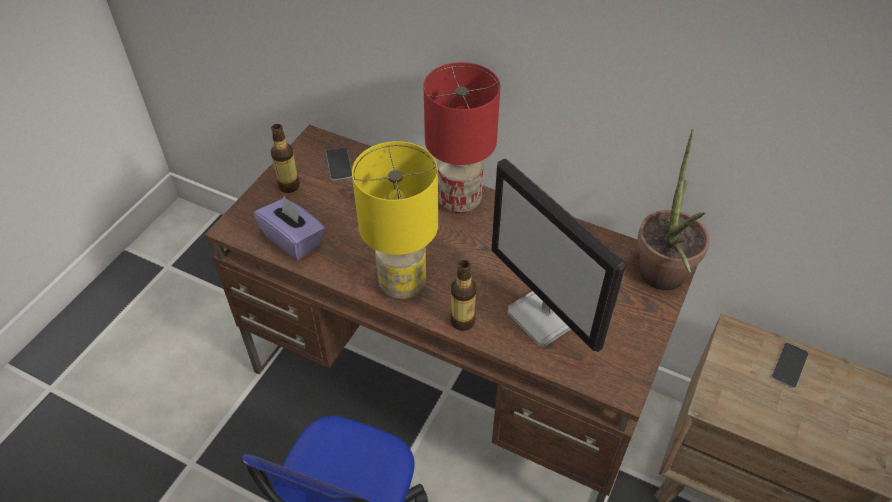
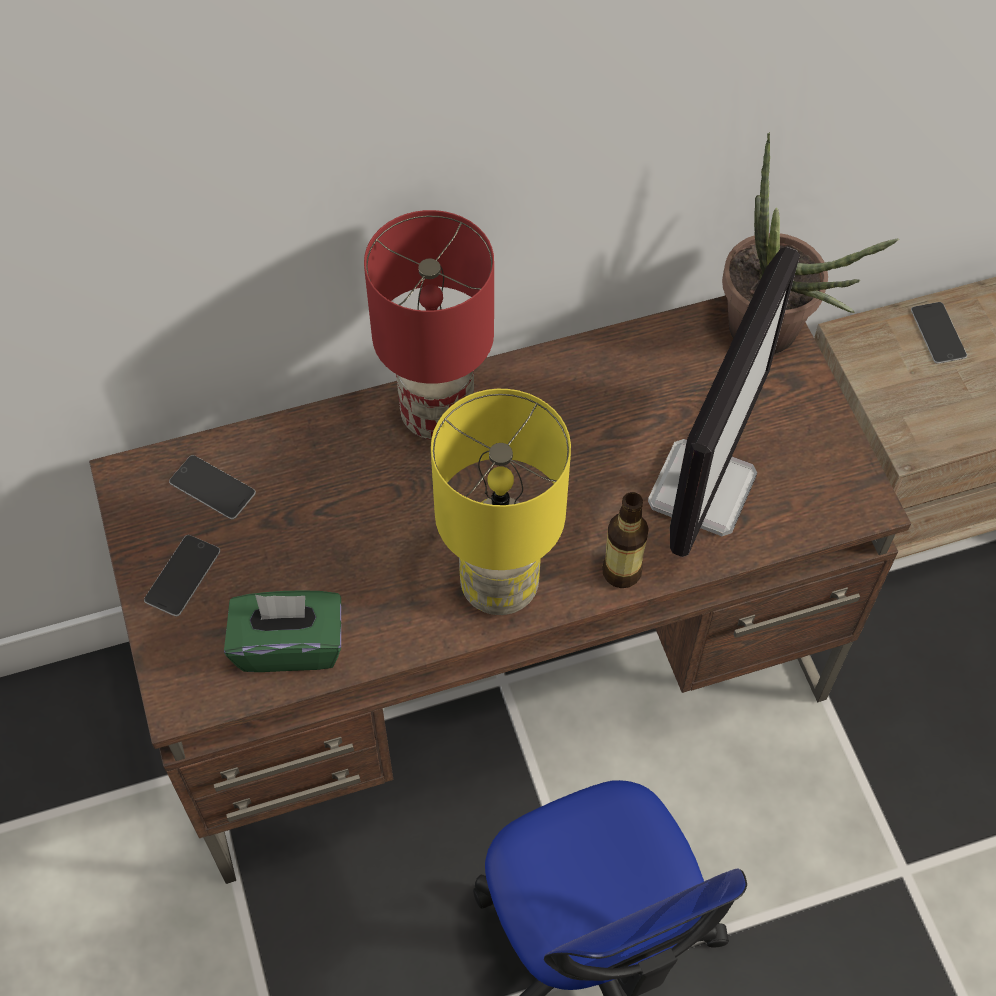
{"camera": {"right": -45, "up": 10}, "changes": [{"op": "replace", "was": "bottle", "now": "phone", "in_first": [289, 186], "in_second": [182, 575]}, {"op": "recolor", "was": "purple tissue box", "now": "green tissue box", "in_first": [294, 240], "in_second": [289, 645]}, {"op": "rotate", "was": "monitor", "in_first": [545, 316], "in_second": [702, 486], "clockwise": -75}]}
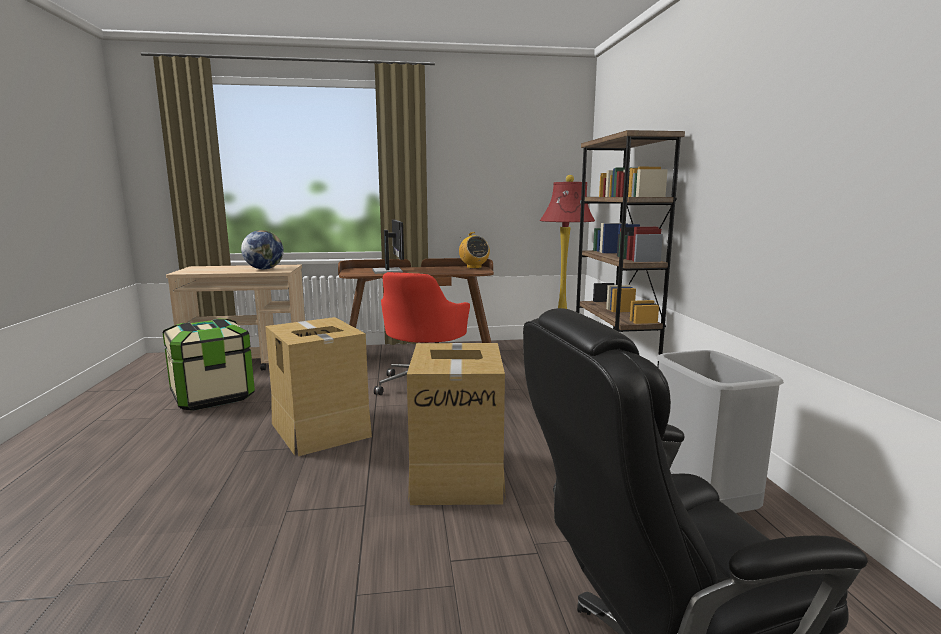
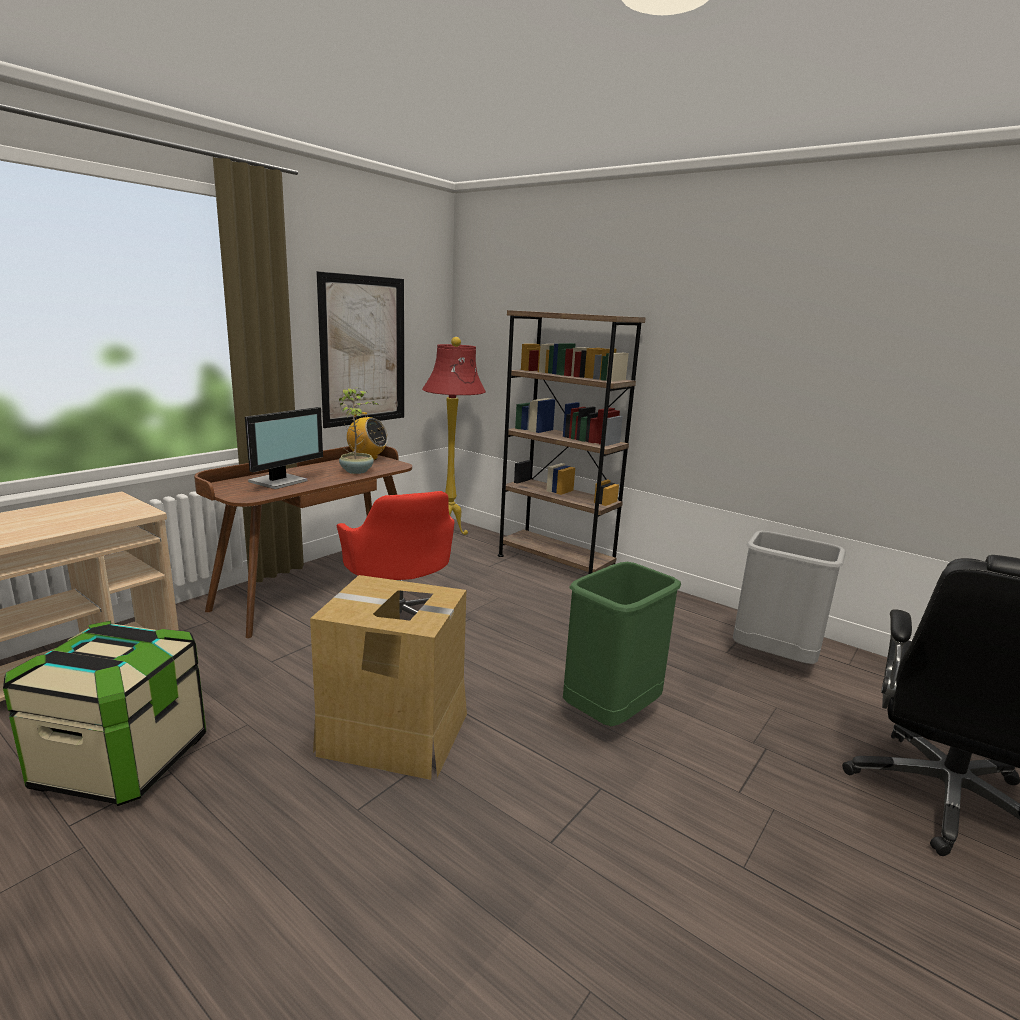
{"camera": {"right": -45, "up": 5}, "changes": [{"op": "delete", "was": "globe", "in_first": [264, 269]}, {"op": "insert", "now": "picture", "in_second": [364, 351]}, {"op": "insert", "now": "potted plant", "in_second": [357, 471]}, {"op": "replace", "was": "cardboard box", "now": "green trash can", "in_first": [458, 474], "in_second": [610, 713]}, {"op": "rotate", "was": "monitor", "in_first": [389, 271], "in_second": [280, 481], "clockwise": 90}]}
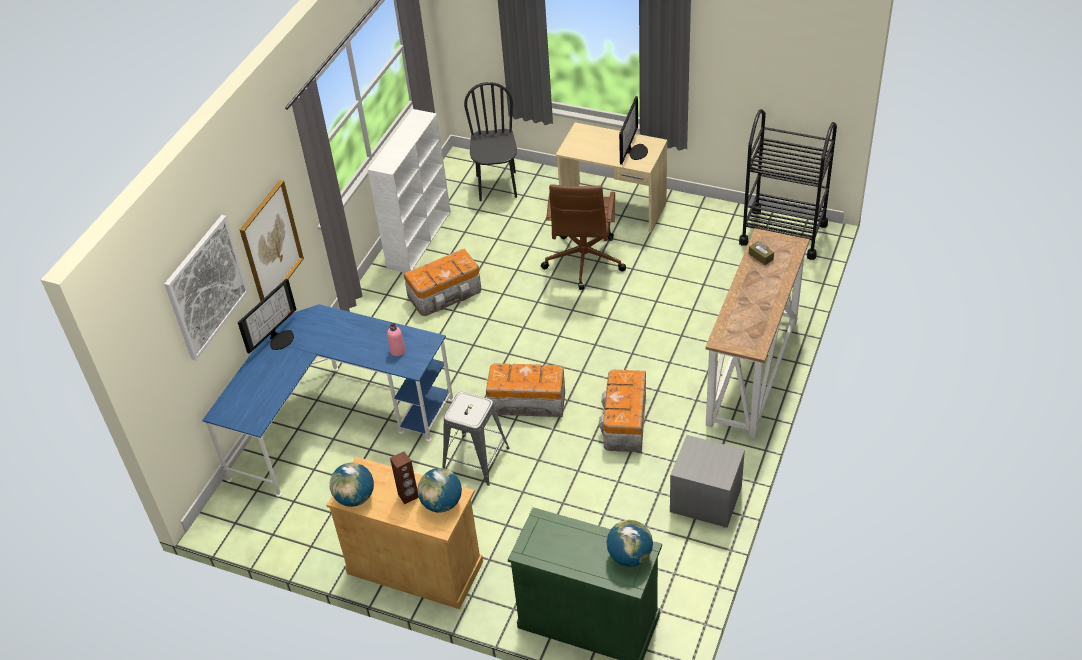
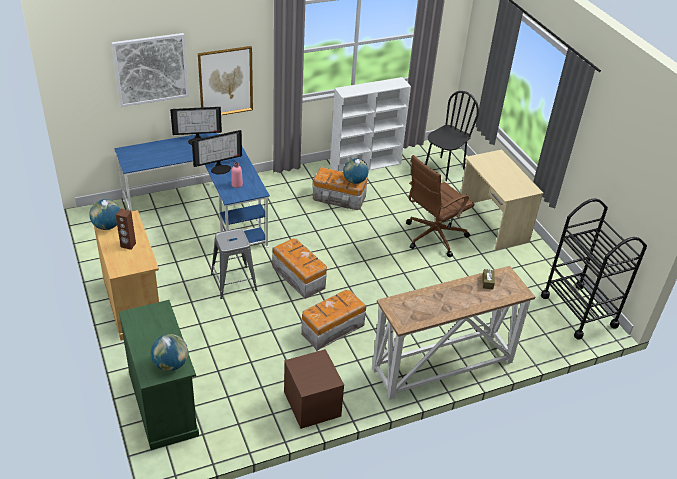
{"camera": {"right": 40, "up": -5}, "changes": [{"op": "move", "was": "globe", "in_first": [442, 503], "in_second": [354, 181]}, {"op": "move", "was": "monitor", "in_first": [635, 151], "in_second": [220, 168]}, {"op": "recolor", "was": "grey nightstand", "now": "brown nightstand", "in_first": [706, 500], "in_second": [312, 405]}]}
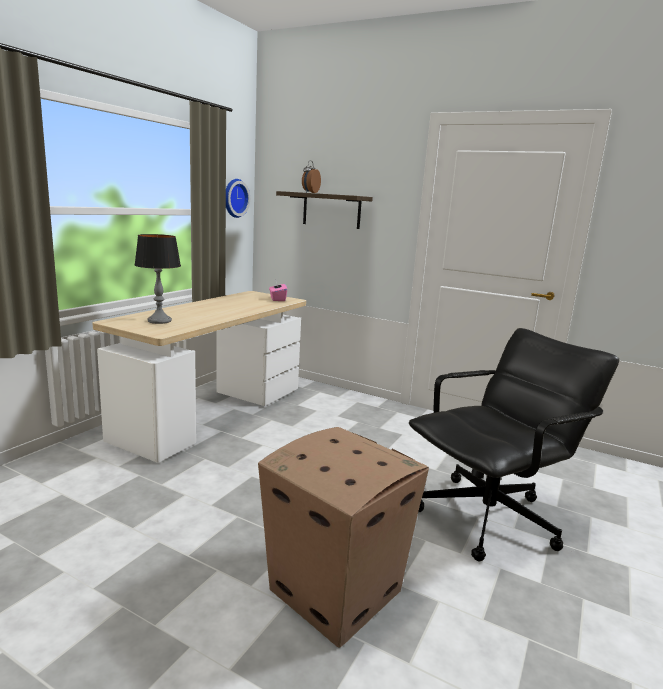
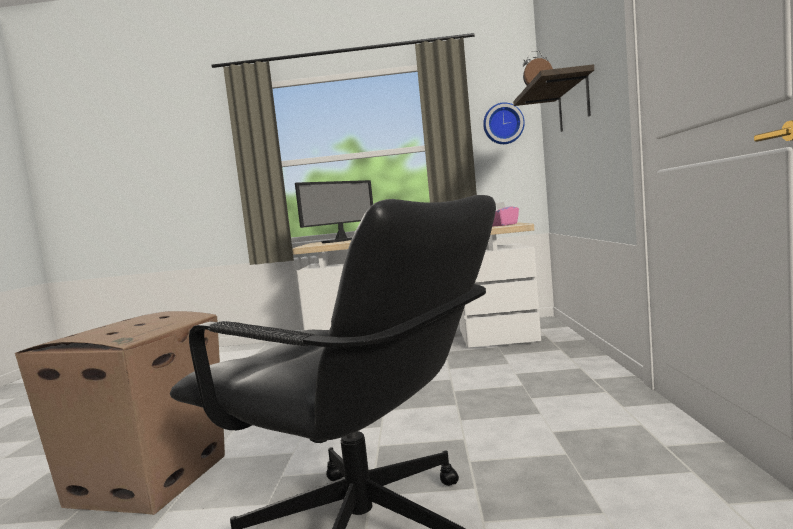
{"camera": {"right": 65, "up": -10}, "changes": [{"op": "replace", "was": "table lamp", "now": "monitor", "in_first": [159, 321], "in_second": [341, 241]}]}
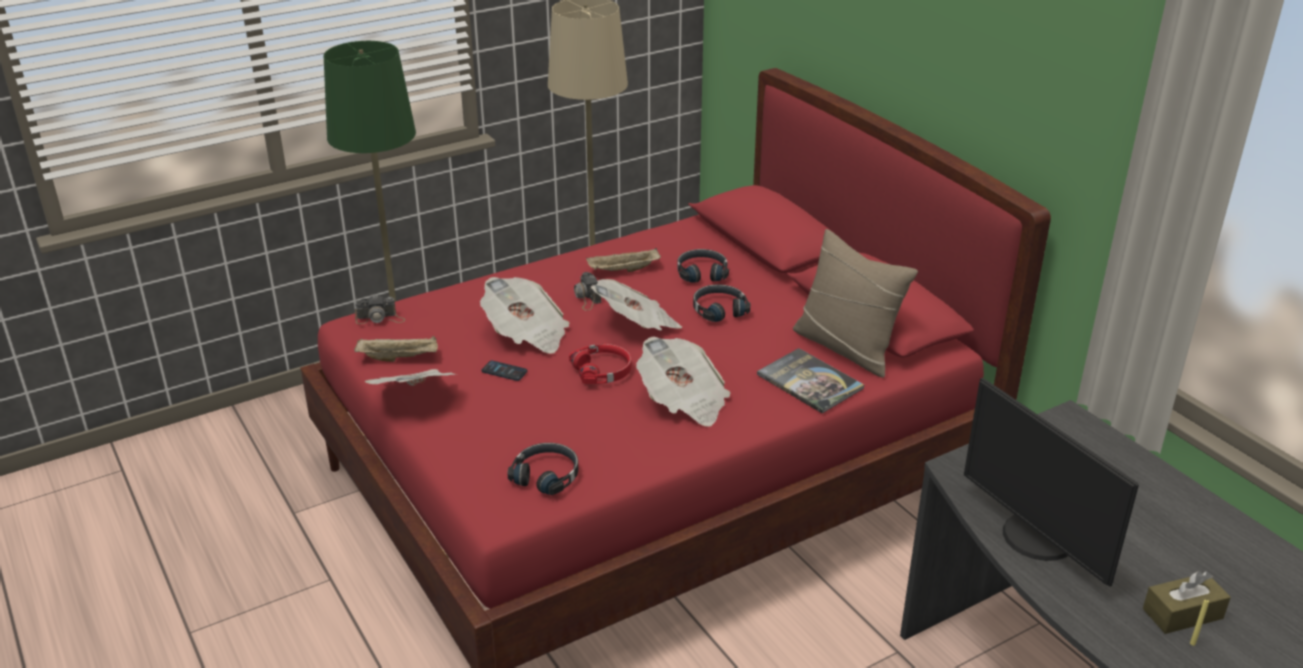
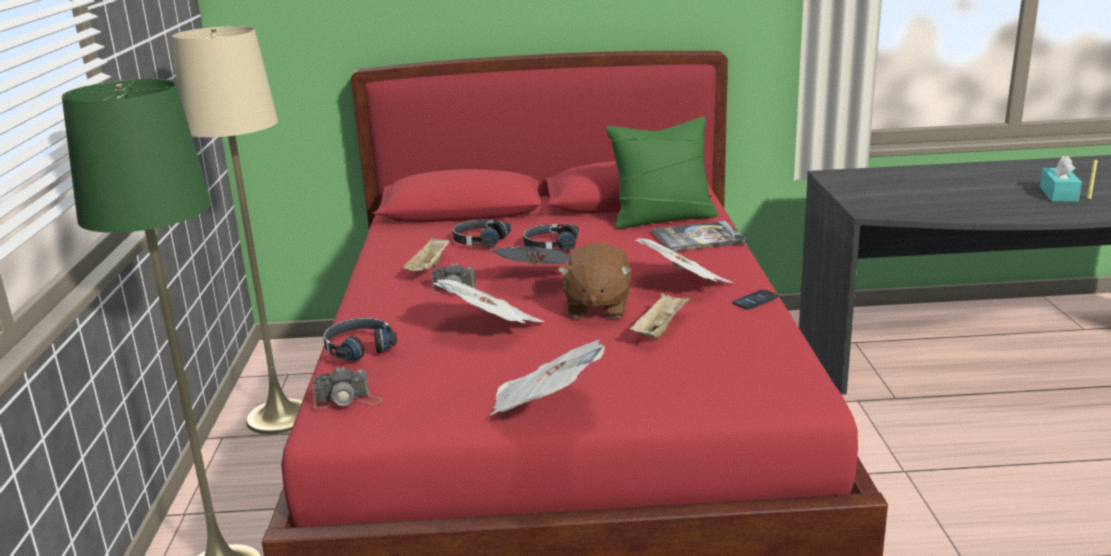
{"camera": {"right": -60, "up": -10}, "changes": [{"op": "delete", "was": "monitor", "in_first": [1036, 538]}, {"op": "move", "was": "beige tray", "in_first": [399, 358], "in_second": [660, 329]}, {"op": "move", "was": "phone", "in_first": [504, 371], "in_second": [755, 300]}, {"op": "move", "was": "black headphones", "in_first": [546, 475], "in_second": [359, 347]}, {"op": "replace", "was": "red headphones", "now": "brown plush toy", "in_first": [603, 371], "in_second": [597, 307]}, {"op": "recolor", "was": "beige pillow", "now": "green pillow", "in_first": [847, 348], "in_second": [662, 218]}, {"op": "recolor", "was": "brown tissue box", "now": "turquoise tissue box", "in_first": [1182, 613], "in_second": [1058, 194]}, {"op": "rotate", "was": "photo camera", "in_first": [380, 318], "in_second": [348, 400], "clockwise": 60}]}
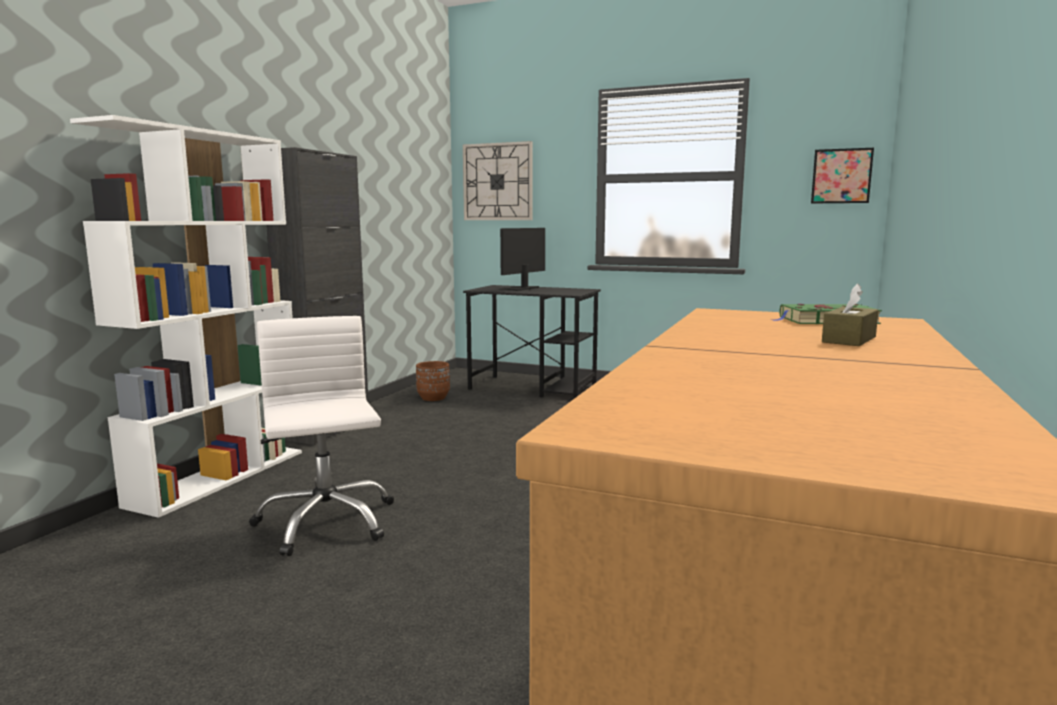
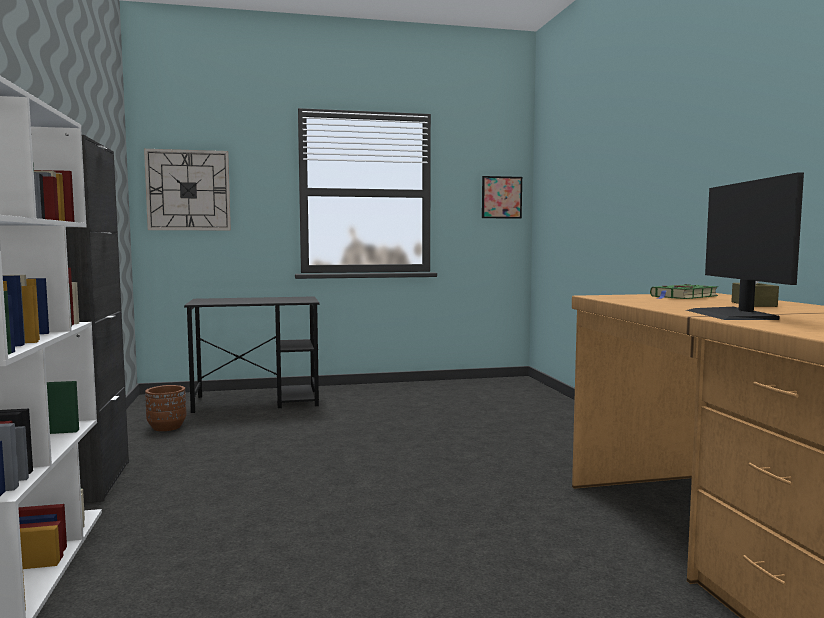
{"camera": {"right": -35, "up": -5}, "changes": [{"op": "delete", "was": "white office chair", "in_first": [325, 522]}, {"op": "move", "was": "monitor", "in_first": [519, 288], "in_second": [732, 314]}]}
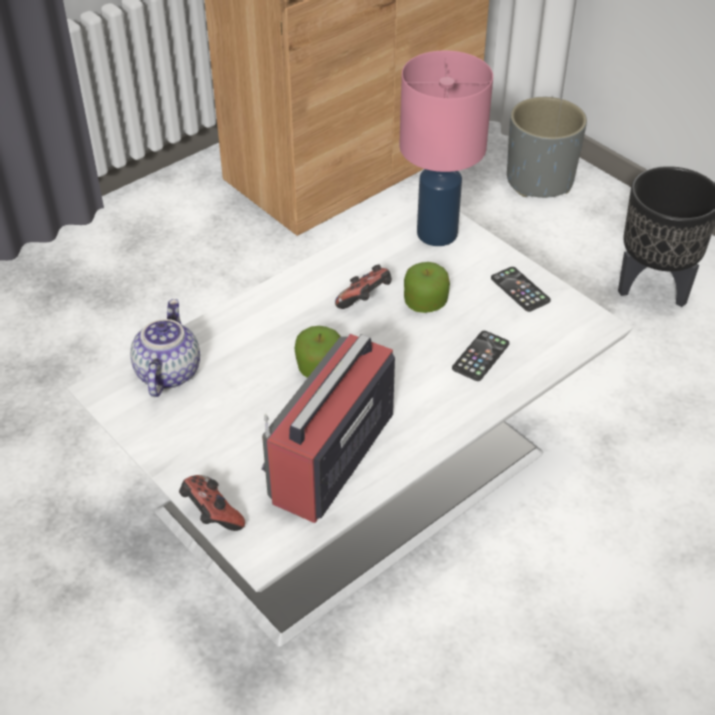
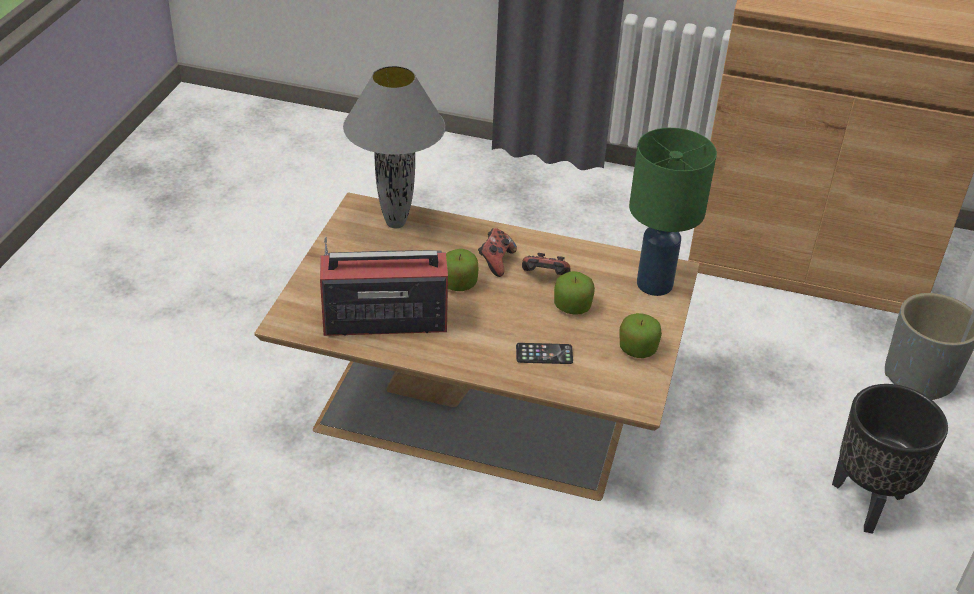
{"camera": {"right": 55, "up": -5}, "changes": [{"op": "move", "was": "game controller", "in_first": [211, 516], "in_second": [496, 262]}, {"op": "replace", "was": "teapot", "now": "grey table lamp", "in_first": [166, 372], "in_second": [395, 222]}, {"op": "replace", "was": "phone", "now": "apple", "in_first": [520, 289], "in_second": [637, 349]}, {"op": "recolor", "was": "white coffee table", "now": "brown coffee table", "in_first": [358, 476], "in_second": [484, 406]}, {"op": "recolor", "was": "pink table lamp", "now": "green table lamp", "in_first": [436, 233], "in_second": [654, 283]}]}
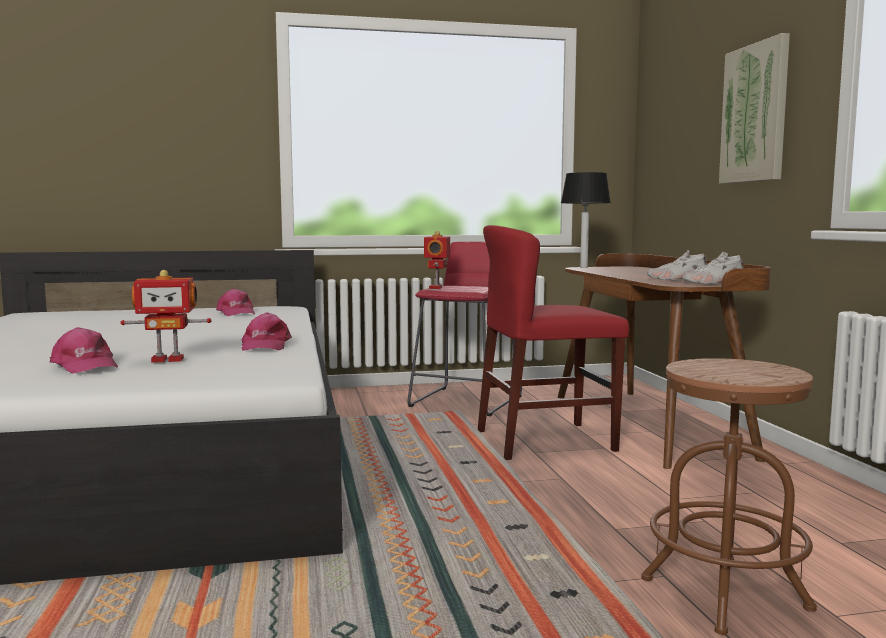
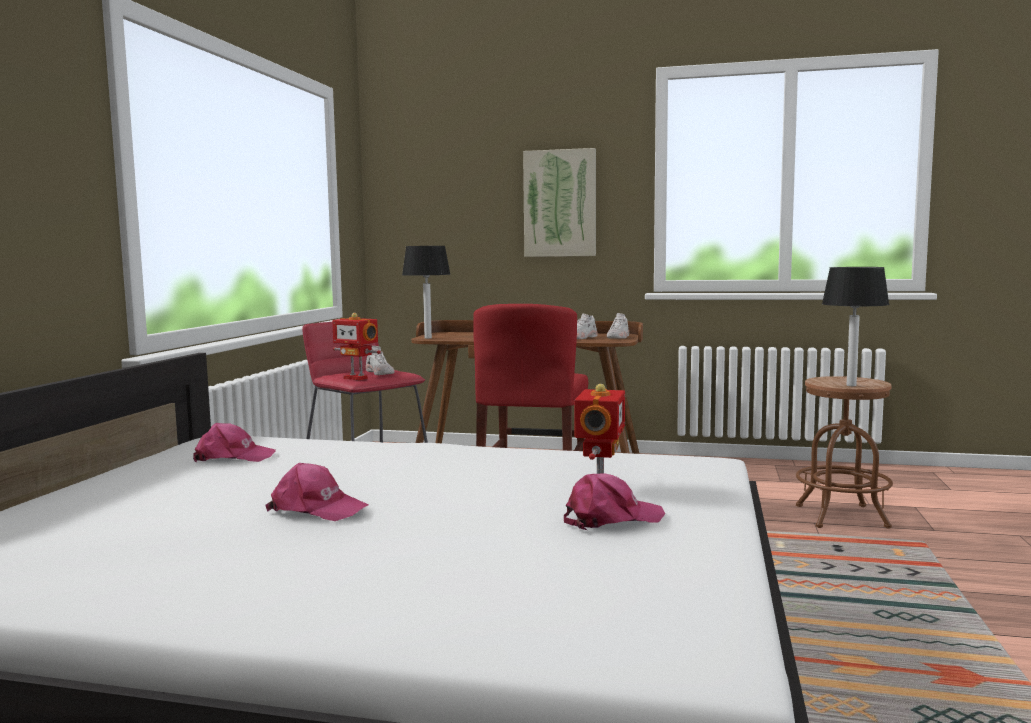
{"camera": {"right": -65, "up": 0}, "changes": [{"op": "insert", "now": "white shoe", "in_second": [380, 373]}, {"op": "insert", "now": "table lamp", "in_second": [851, 385]}, {"op": "move", "was": "pink cap", "in_first": [265, 345], "in_second": [317, 509]}]}
